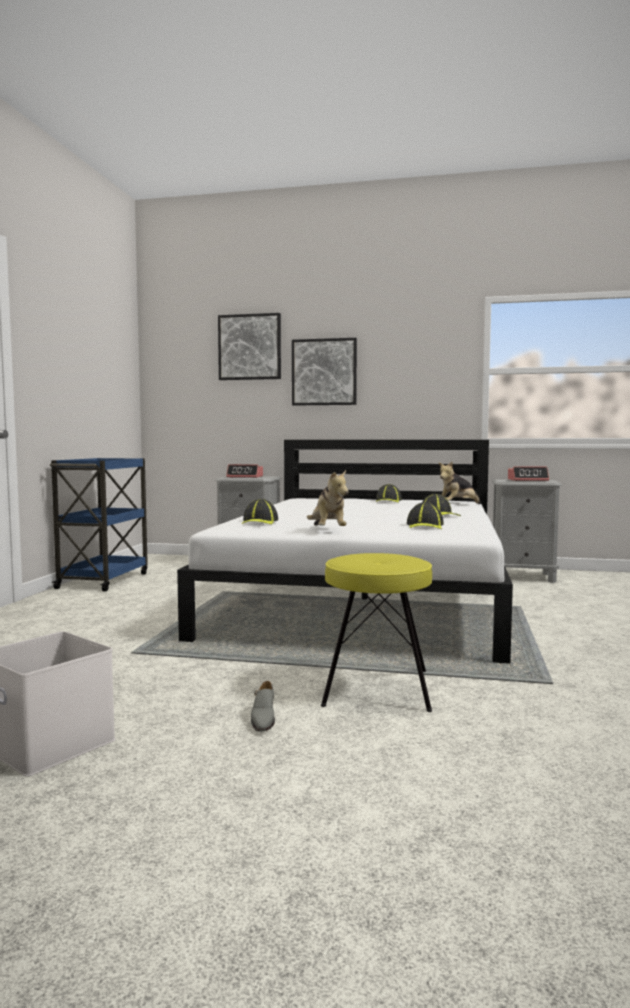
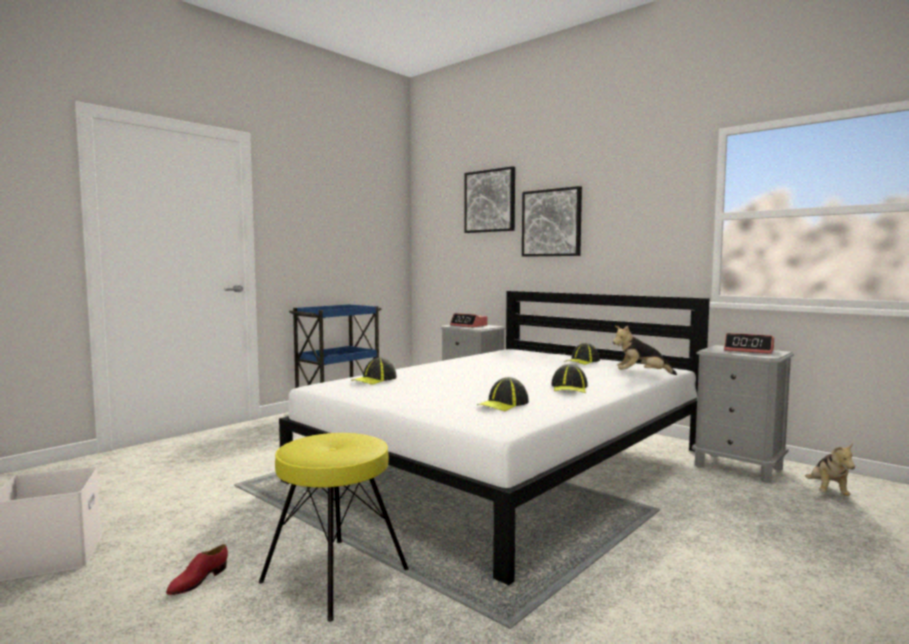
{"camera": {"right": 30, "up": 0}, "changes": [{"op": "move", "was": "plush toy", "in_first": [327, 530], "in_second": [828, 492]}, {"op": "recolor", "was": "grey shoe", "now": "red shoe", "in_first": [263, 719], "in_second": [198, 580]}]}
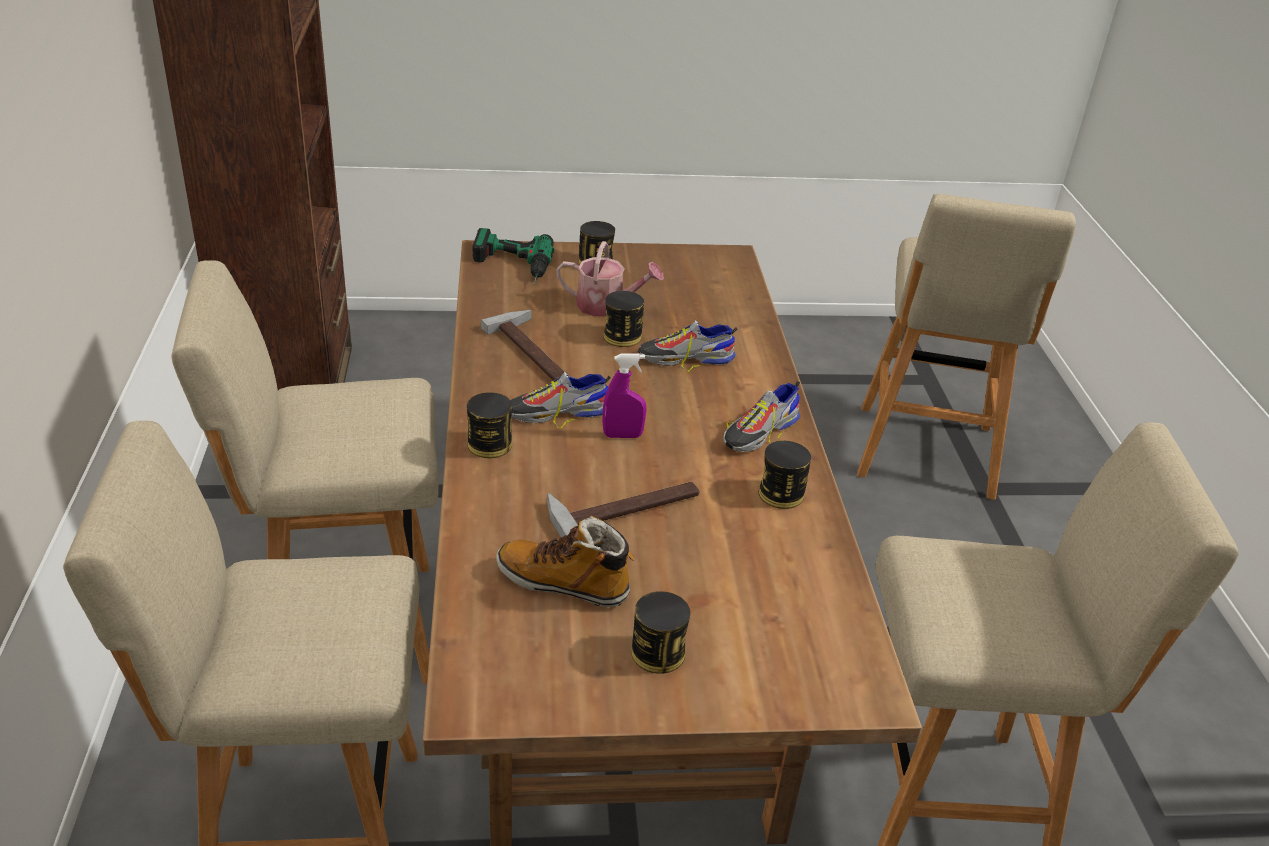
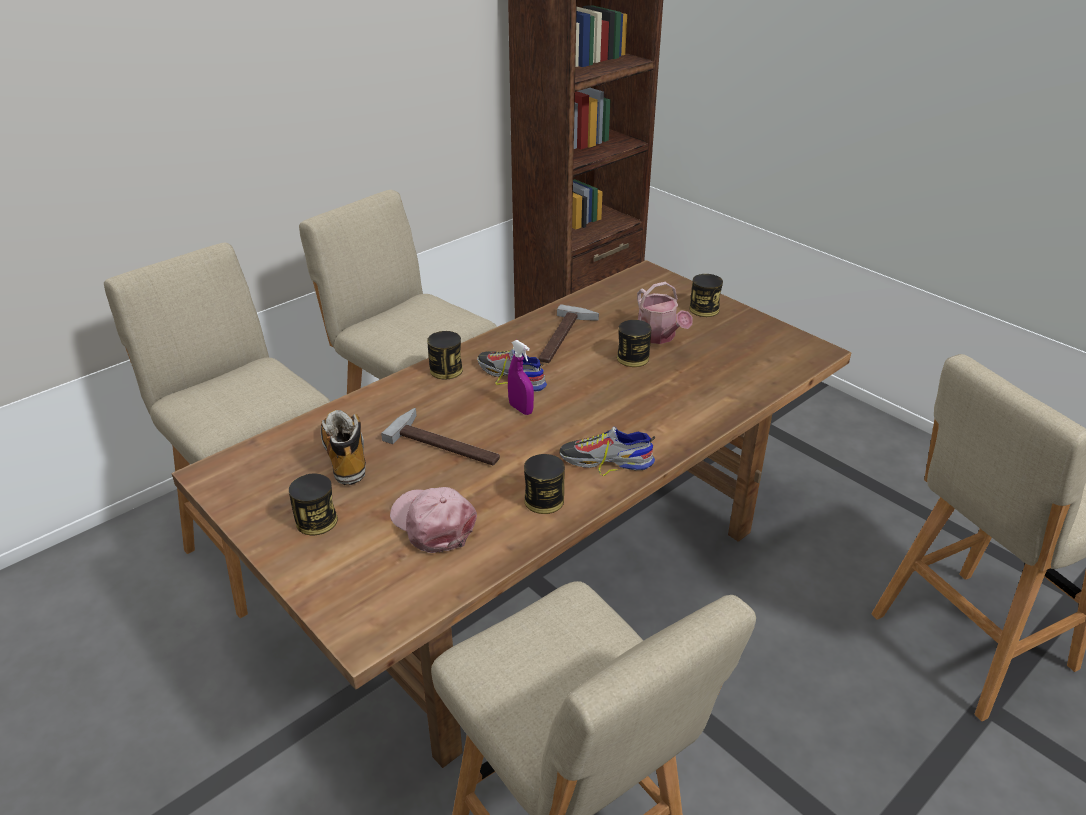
{"camera": {"right": 55, "up": 0}, "changes": [{"op": "delete", "was": "power drill", "in_first": [511, 267]}, {"op": "delete", "was": "shoe", "in_first": [685, 358]}, {"op": "insert", "now": "pink cap", "in_second": [433, 523]}]}
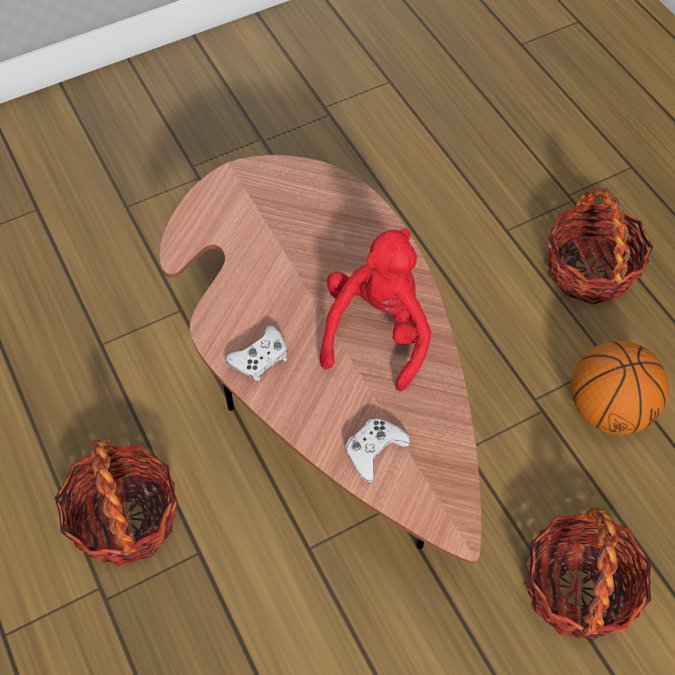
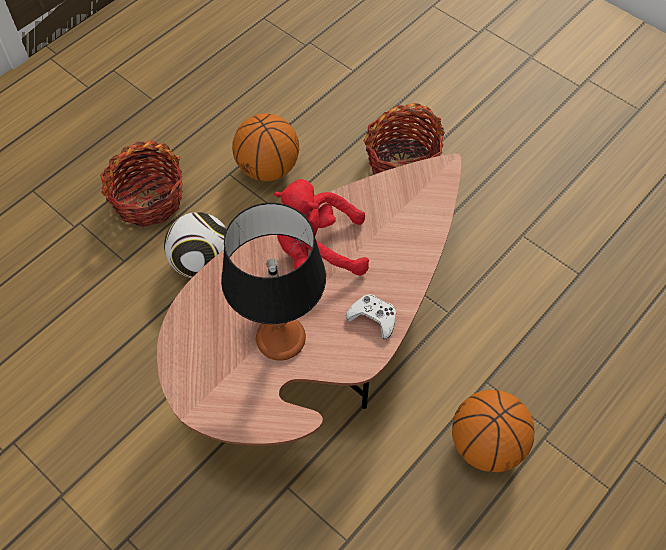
{"camera": {"right": -110, "up": 0}, "changes": [{"op": "delete", "was": "white game controller", "in_first": [374, 450]}, {"op": "insert", "now": "football", "in_second": [202, 262]}, {"op": "insert", "now": "table lamp", "in_second": [281, 339]}, {"op": "replace", "was": "basket", "now": "basketball", "in_first": [126, 518], "in_second": [486, 444]}]}
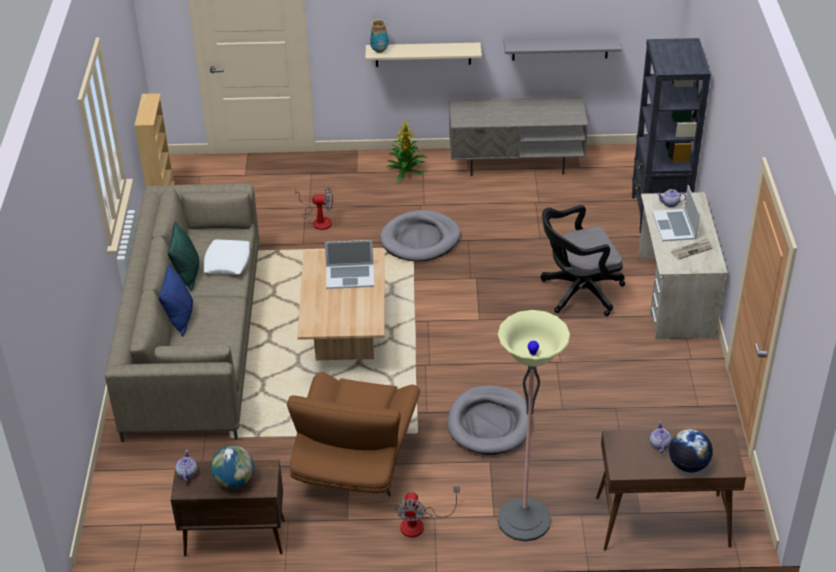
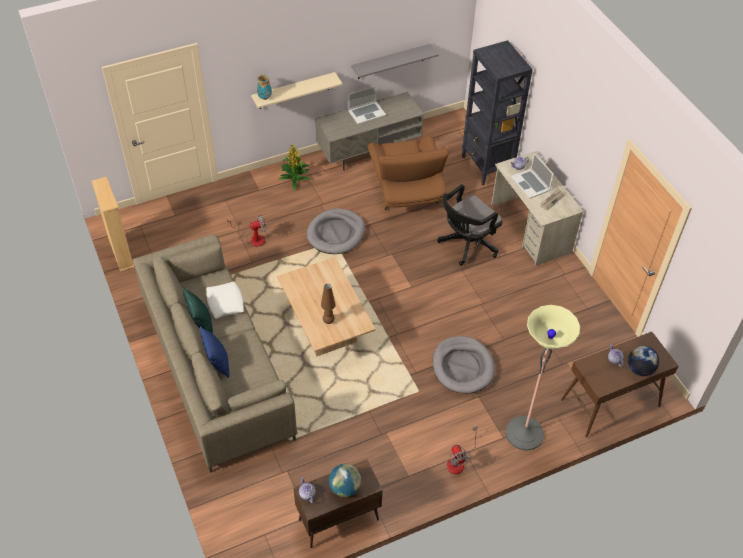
{"camera": {"right": -25, "up": 10}, "changes": [{"op": "insert", "now": "brown table lamp", "in_second": [328, 321]}, {"op": "move", "was": "brown armchair", "in_first": [355, 462], "in_second": [406, 190]}, {"op": "move", "was": "laptop", "in_first": [350, 276], "in_second": [366, 112]}]}
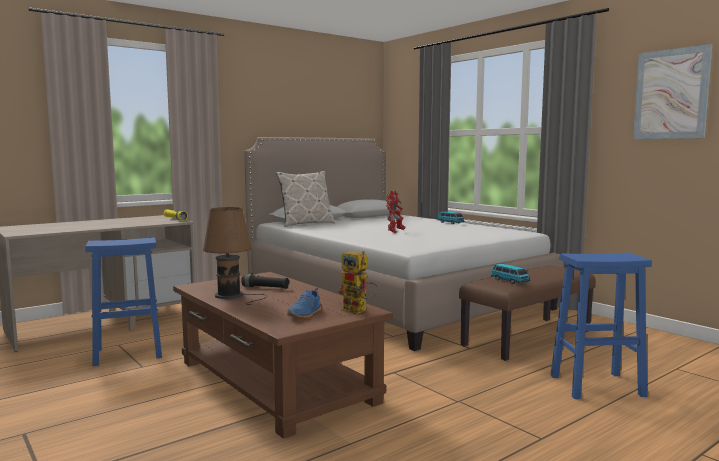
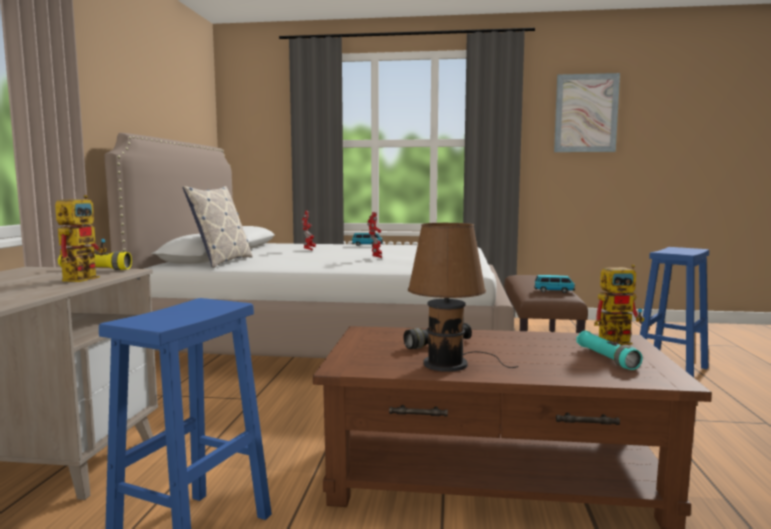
{"camera": {"right": -45, "up": 0}, "changes": [{"op": "insert", "now": "toy robot", "in_second": [83, 278]}, {"op": "replace", "was": "blue shoe", "now": "turquoise flashlight", "in_first": [305, 314], "in_second": [606, 359]}]}
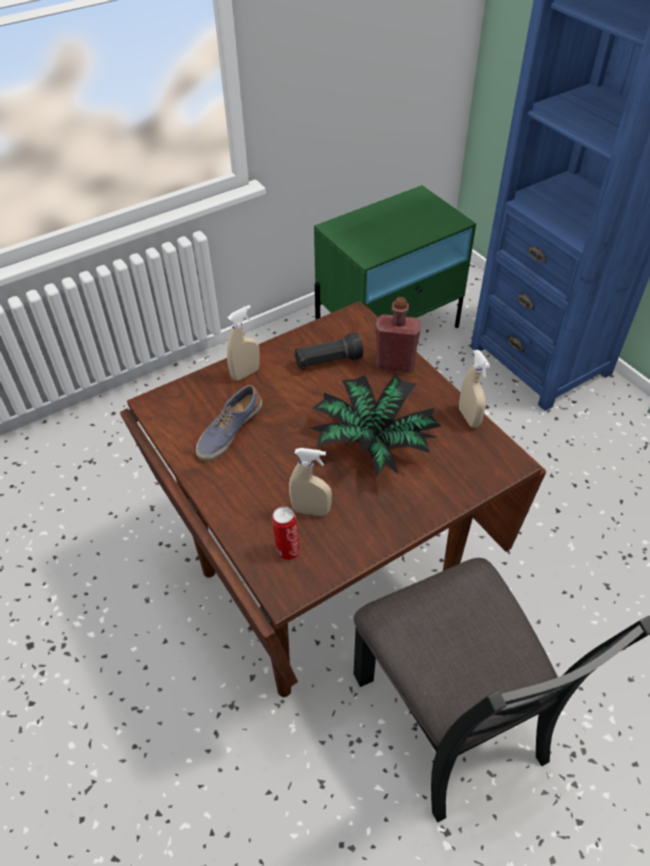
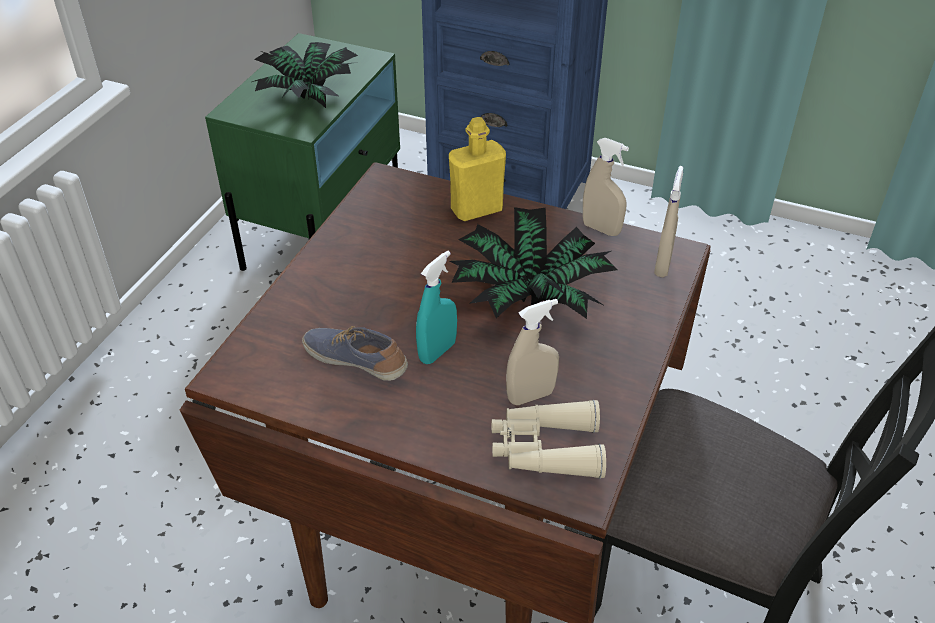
{"camera": {"right": -35, "up": -5}, "changes": [{"op": "delete", "was": "black flashlight", "in_first": [327, 362]}, {"op": "insert", "now": "potted plant", "in_second": [310, 95]}, {"op": "insert", "now": "turquoise spray bottle", "in_second": [437, 352]}, {"op": "move", "was": "beige spray bottle", "in_first": [245, 373], "in_second": [662, 265]}, {"op": "replace", "was": "can", "now": "beige binoculars", "in_first": [287, 550], "in_second": [545, 449]}, {"op": "recolor", "was": "red bottle", "now": "yellow bottle", "in_first": [395, 364], "in_second": [476, 209]}, {"op": "rotate", "was": "shoe", "in_first": [229, 432], "in_second": [356, 361], "clockwise": 120}]}
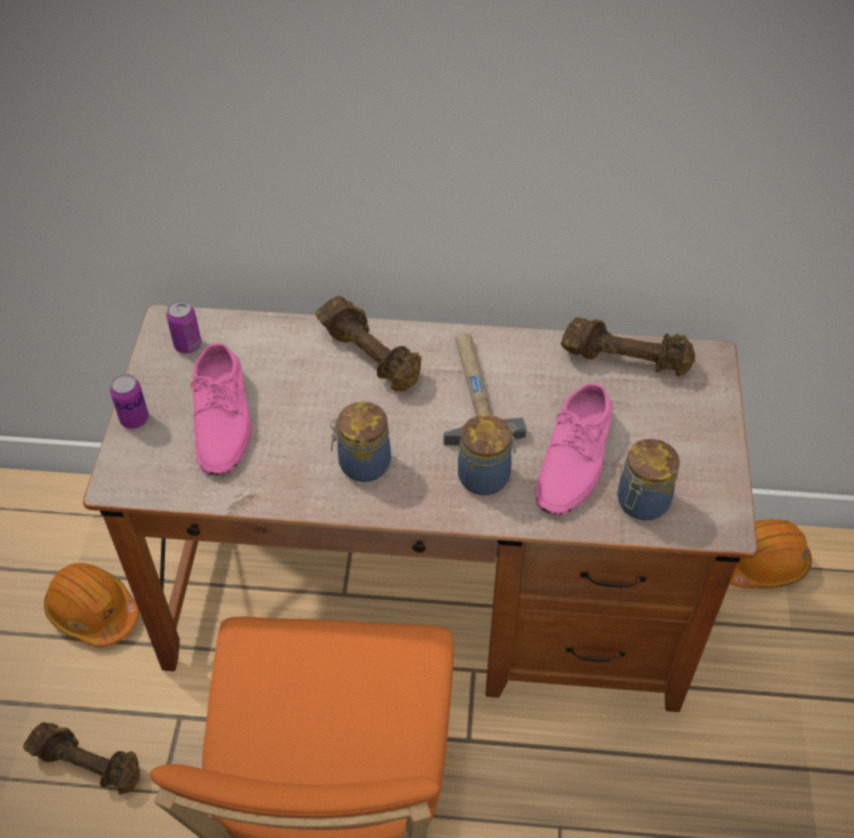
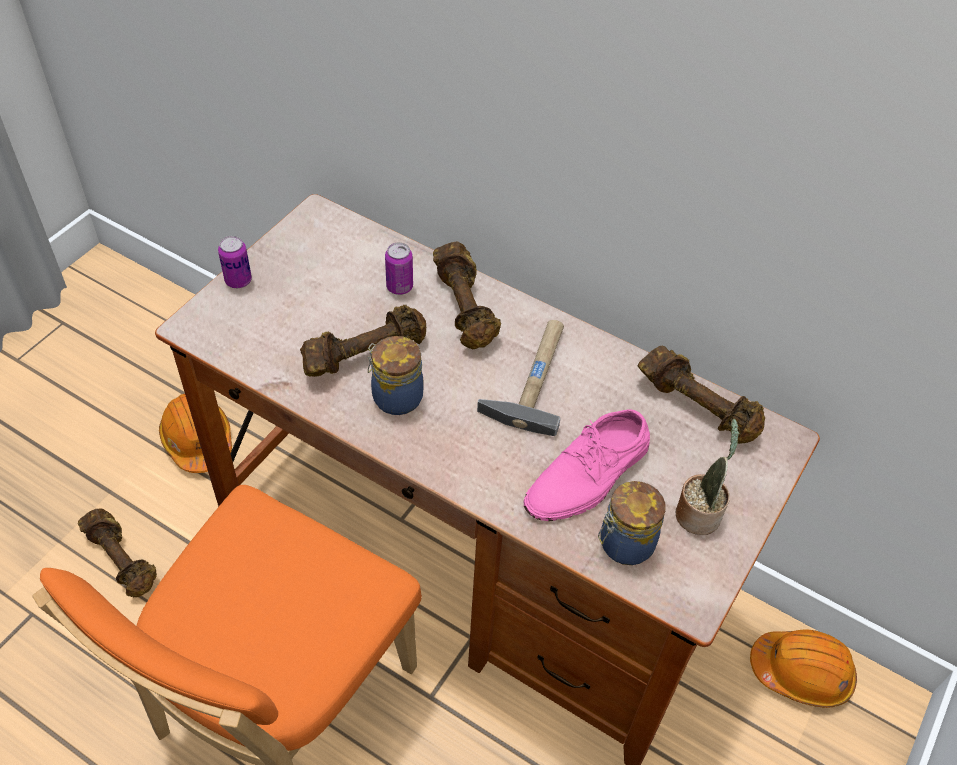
{"camera": {"right": 25, "up": 0}, "changes": [{"op": "delete", "was": "pink shoe", "in_first": [223, 418]}, {"op": "delete", "was": "jar", "in_first": [486, 476]}, {"op": "insert", "now": "brown dumbbell", "in_second": [364, 354]}, {"op": "insert", "now": "potted plant", "in_second": [699, 513]}, {"op": "move", "was": "can", "in_first": [188, 345], "in_second": [399, 287]}]}
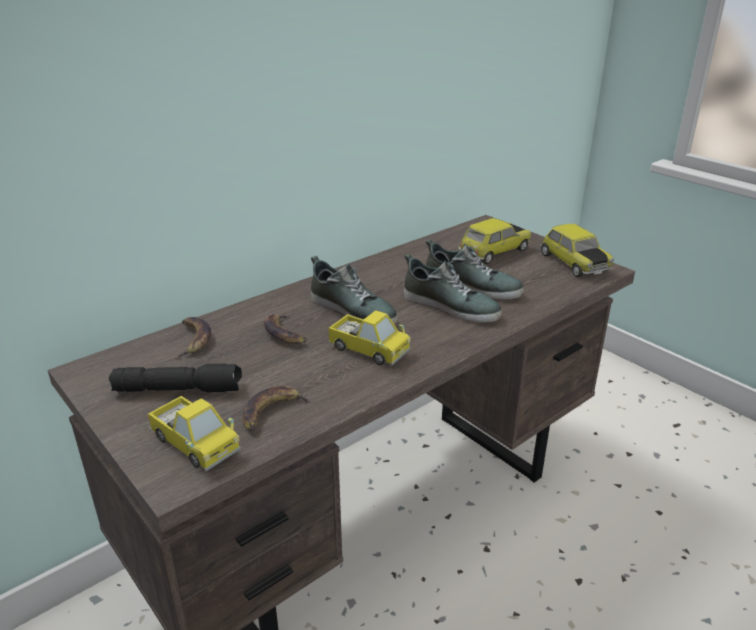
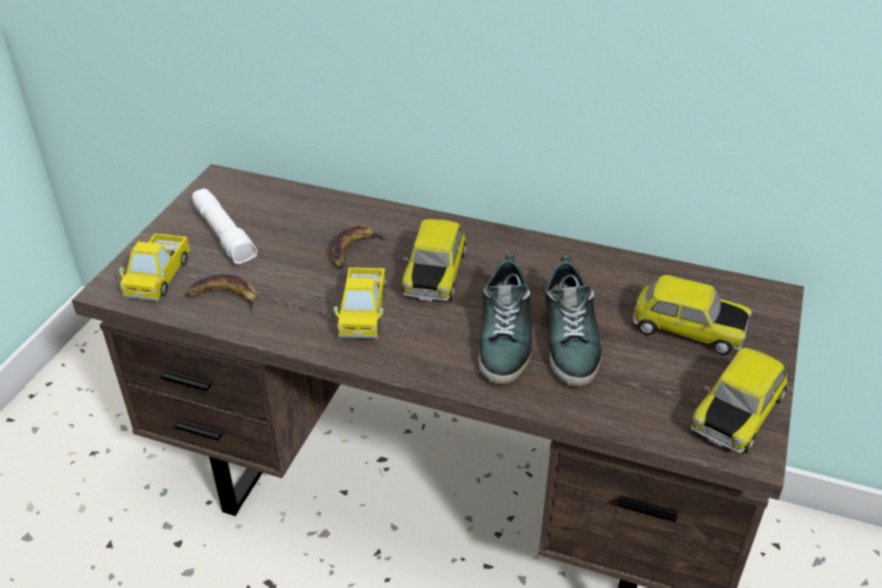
{"camera": {"right": 60, "up": 10}, "changes": [{"op": "delete", "was": "banana", "in_first": [193, 340]}, {"op": "replace", "was": "shoe", "now": "toy car", "in_first": [353, 310], "in_second": [433, 273]}, {"op": "recolor", "was": "black flashlight", "now": "white flashlight", "in_first": [179, 389], "in_second": [225, 235]}]}
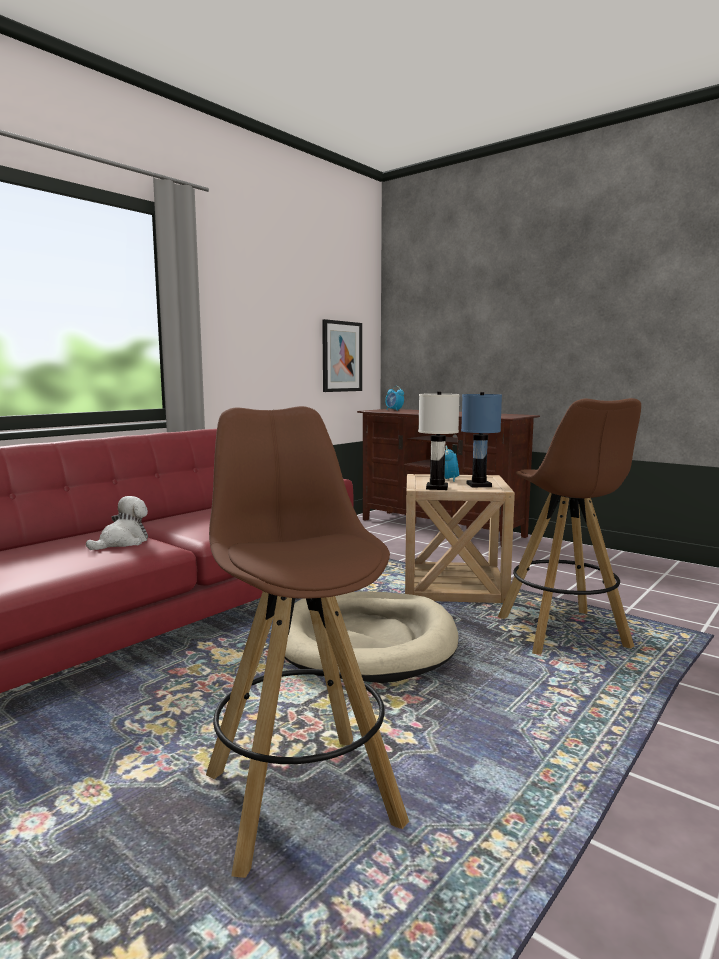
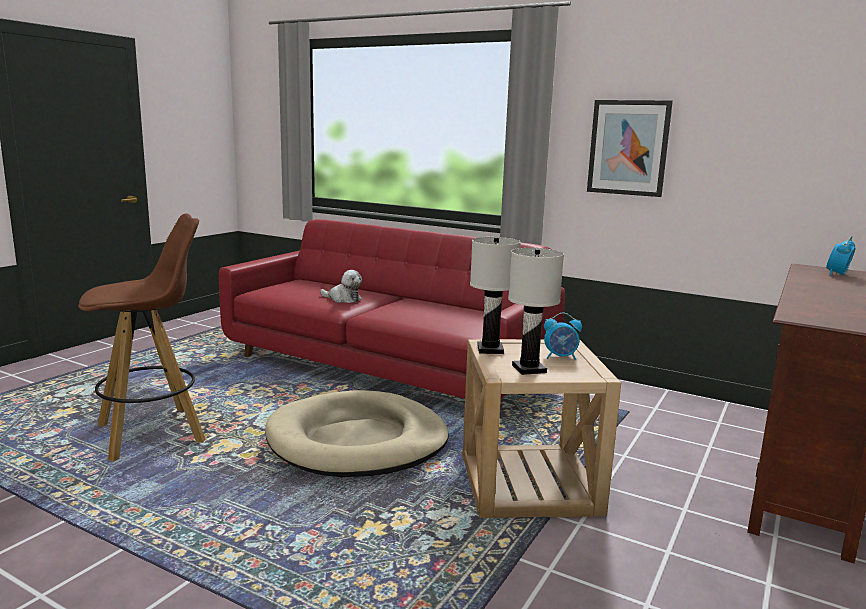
{"camera": {"right": 80, "up": 5}, "changes": [{"op": "delete", "was": "brown stool", "in_first": [563, 633]}, {"op": "move", "was": "picture", "in_first": [341, 356], "in_second": [628, 148]}, {"op": "recolor", "was": "blue table lamp", "now": "white table lamp", "in_first": [479, 485], "in_second": [529, 369]}]}
